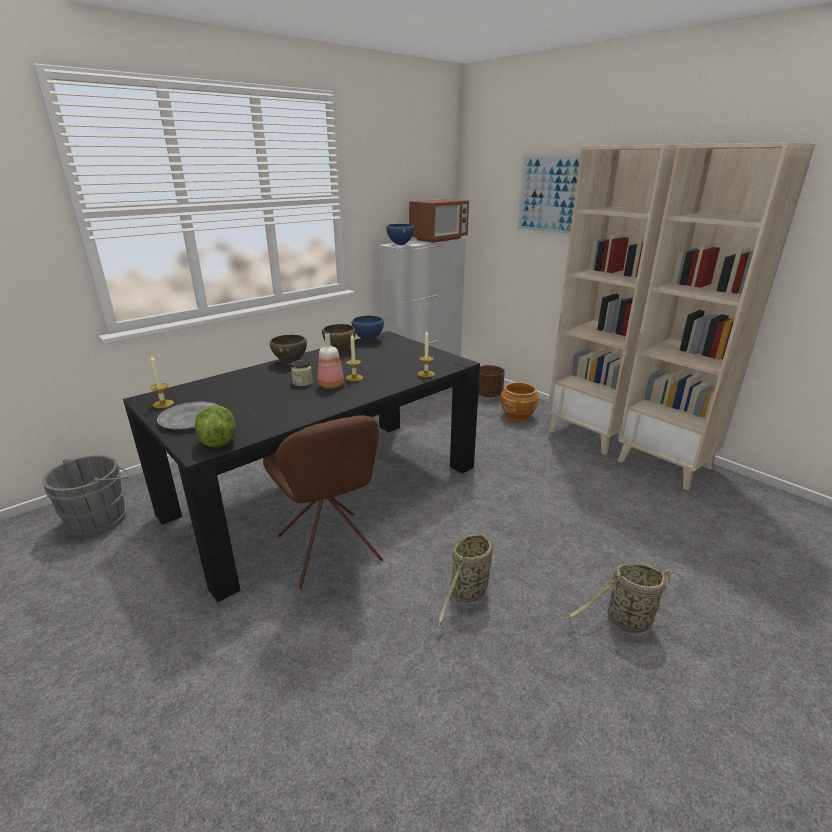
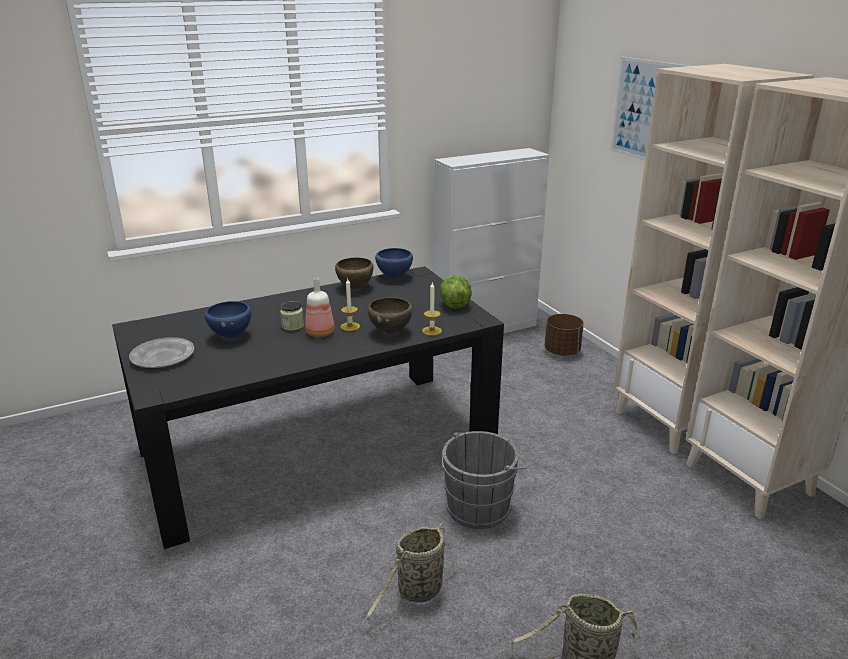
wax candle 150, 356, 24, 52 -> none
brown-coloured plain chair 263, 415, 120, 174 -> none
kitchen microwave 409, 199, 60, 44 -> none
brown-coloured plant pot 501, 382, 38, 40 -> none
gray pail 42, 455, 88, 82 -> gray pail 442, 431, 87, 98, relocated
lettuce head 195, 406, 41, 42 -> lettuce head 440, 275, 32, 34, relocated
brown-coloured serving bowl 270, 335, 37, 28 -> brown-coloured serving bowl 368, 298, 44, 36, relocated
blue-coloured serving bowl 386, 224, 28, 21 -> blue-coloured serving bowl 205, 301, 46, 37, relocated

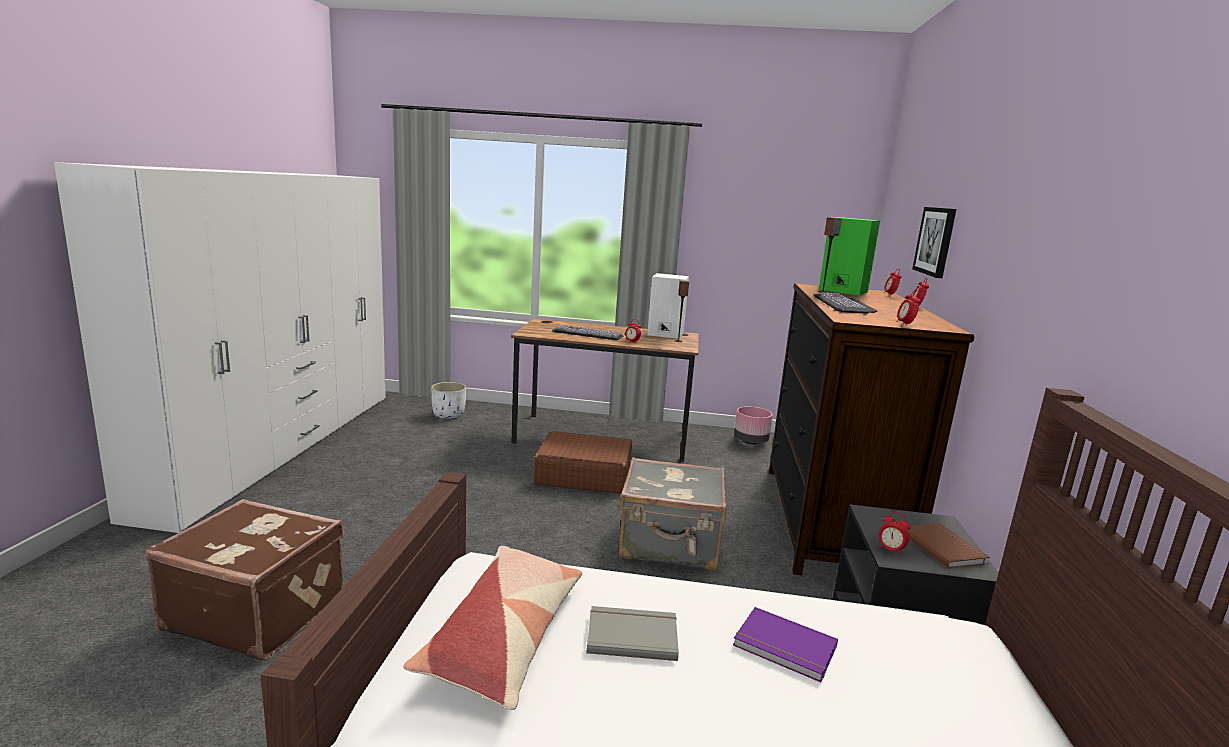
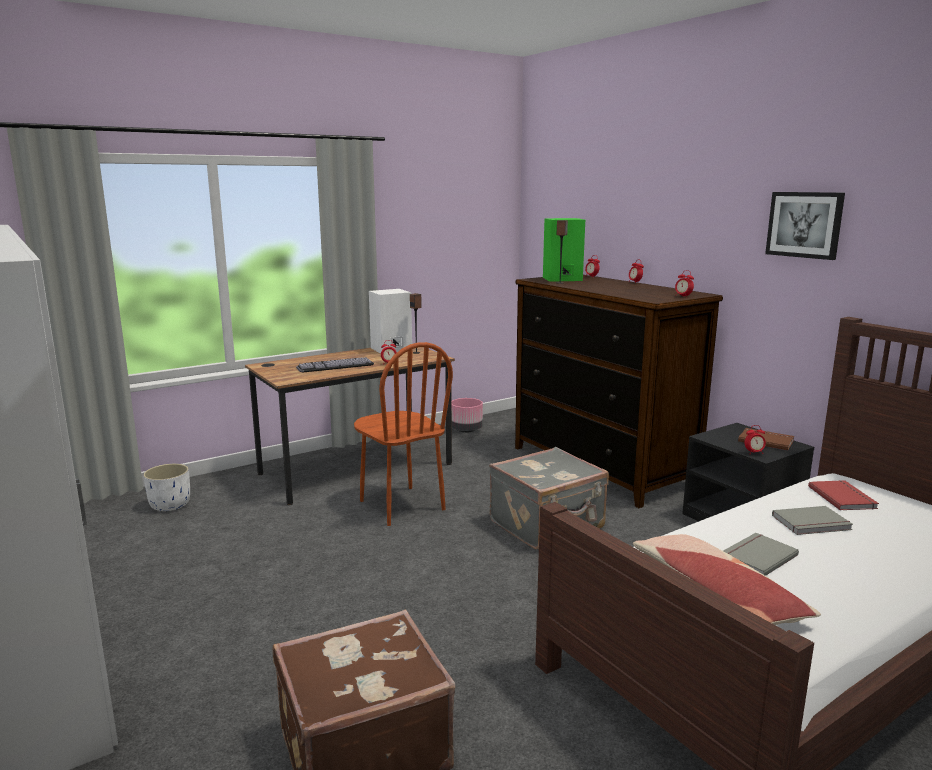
PC keyboard 814, 292, 63, 22 -> none
none -> red bound book 808, 480, 71, 30
picture 912, 207, 44, 71 -> picture 765, 192, 80, 68, relocated
brown-coloured travel case 534, 431, 98, 63 -> brown-coloured plain chair 354, 342, 99, 184
purple-coloured bound book 733, 607, 105, 75 -> gray bound book 772, 506, 81, 29

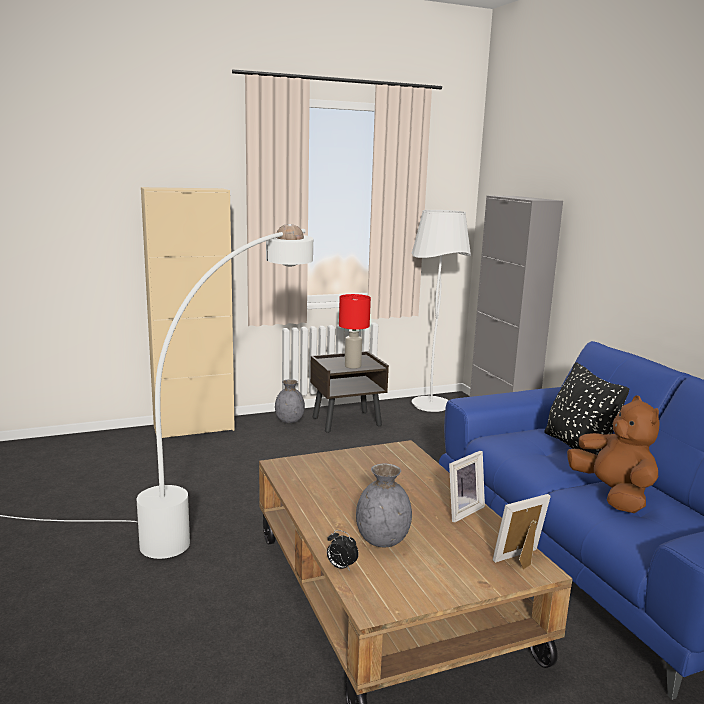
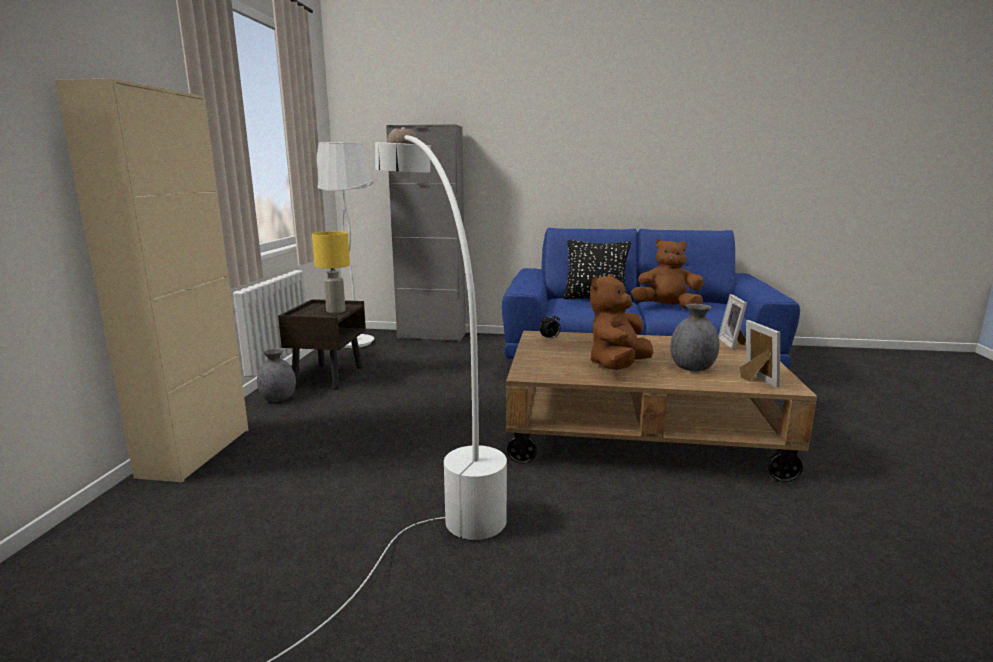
none -> brown-coloured soft toy 590, 274, 63, 96
bedside clock 327, 530, 32, 41 -> bedside clock 540, 312, 20, 28, relocated
standing frame 449, 451, 36, 72 -> standing frame 740, 320, 40, 67, relocated
red tabletop lamp 339, 294, 32, 75 -> yellow tabletop lamp 312, 231, 38, 82

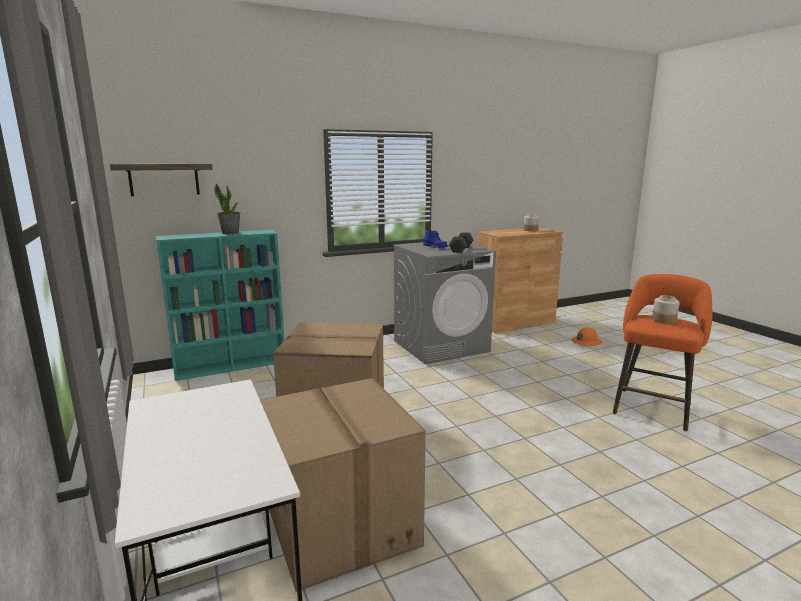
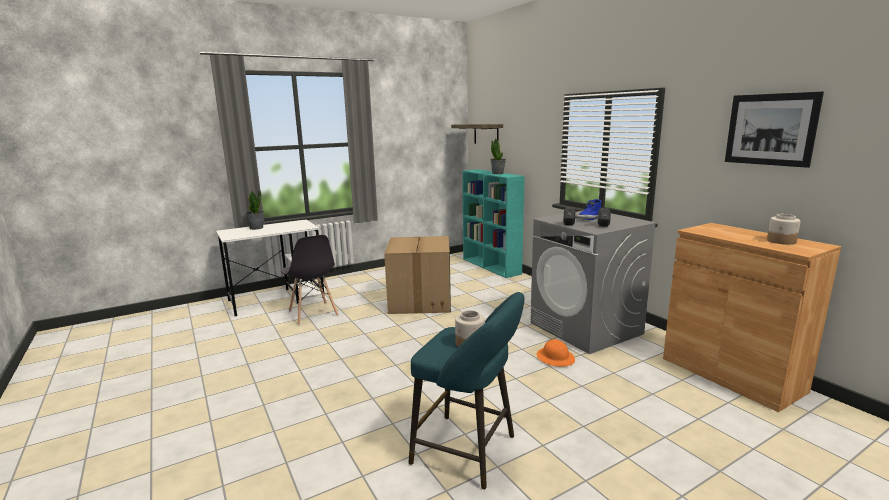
none -> plant in a pot 245, 190, 19, 40
none -> picture 725, 92, 99, 76
orange safety helmet 571, 327, 31, 19 -> orange safety helmet 537, 339, 38, 28, relocated
packing box 260, 378, 166, 214 -> gray plain chair 281, 235, 57, 90
orange stool seat 613, 274, 99, 157 -> blue-green stool seat 409, 292, 115, 198

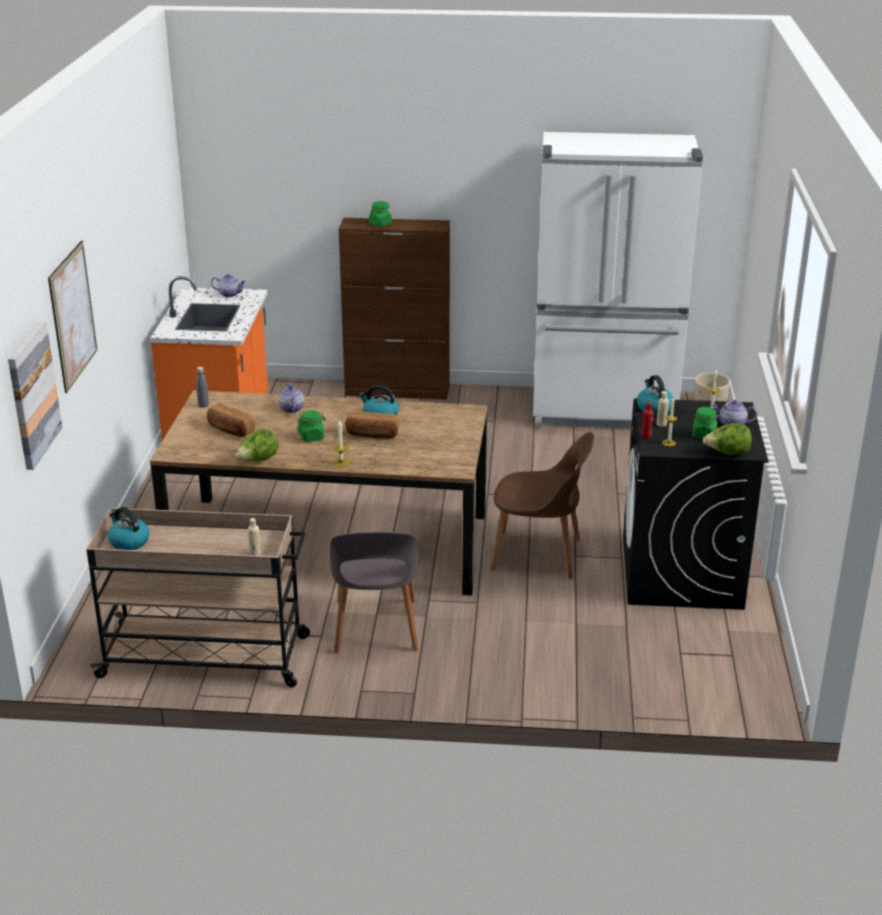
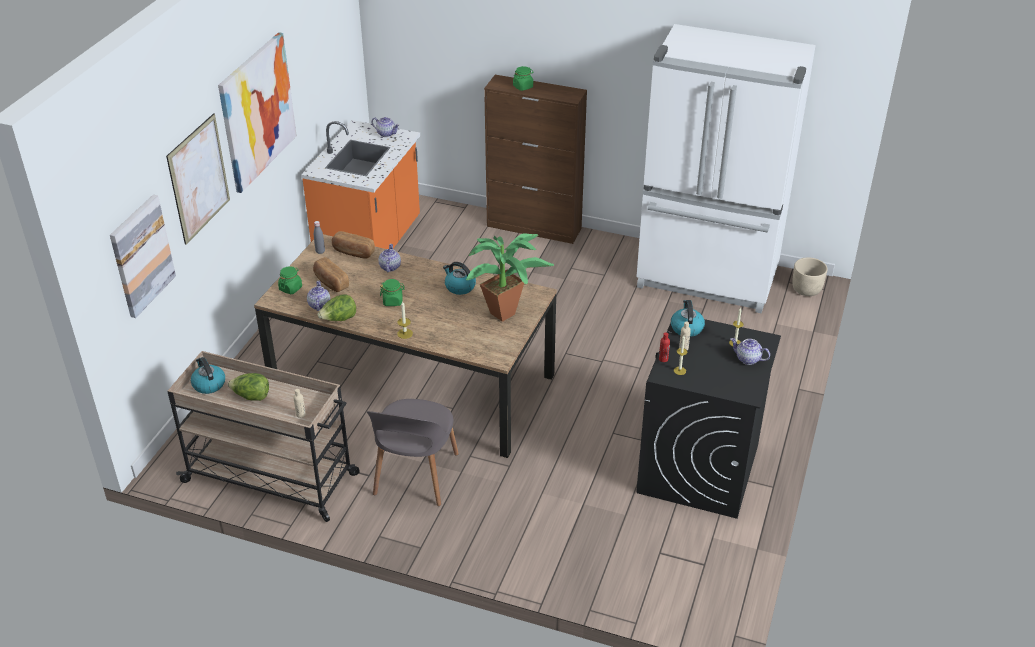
brown-coloured plain chair 490, 432, 104, 147 -> none
none -> picture 218, 32, 79, 161
none -> pot for tea 307, 281, 23, 30
none -> plant in a pot 466, 233, 88, 89
bakery bread 345, 411, 54, 28 -> bakery bread 332, 231, 43, 27, relocated
greenish jar 692, 407, 26, 32 -> greenish jar 278, 266, 24, 28, relocated
lettuce head 703, 423, 49, 32 -> lettuce head 228, 373, 41, 28, relocated

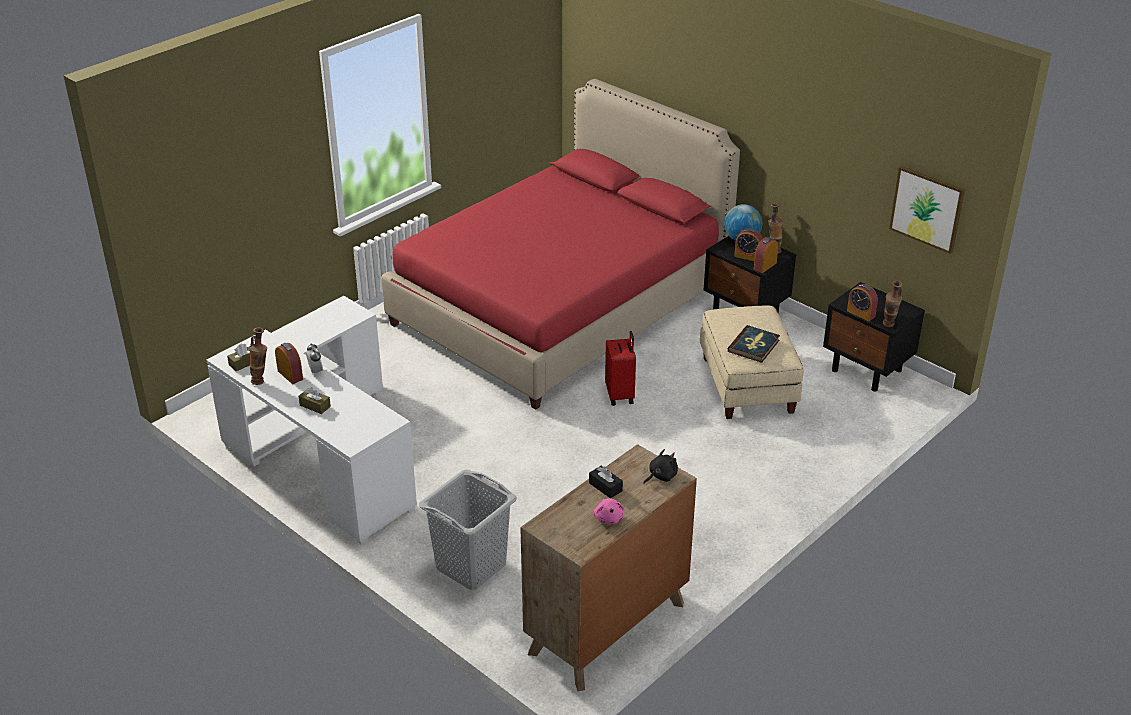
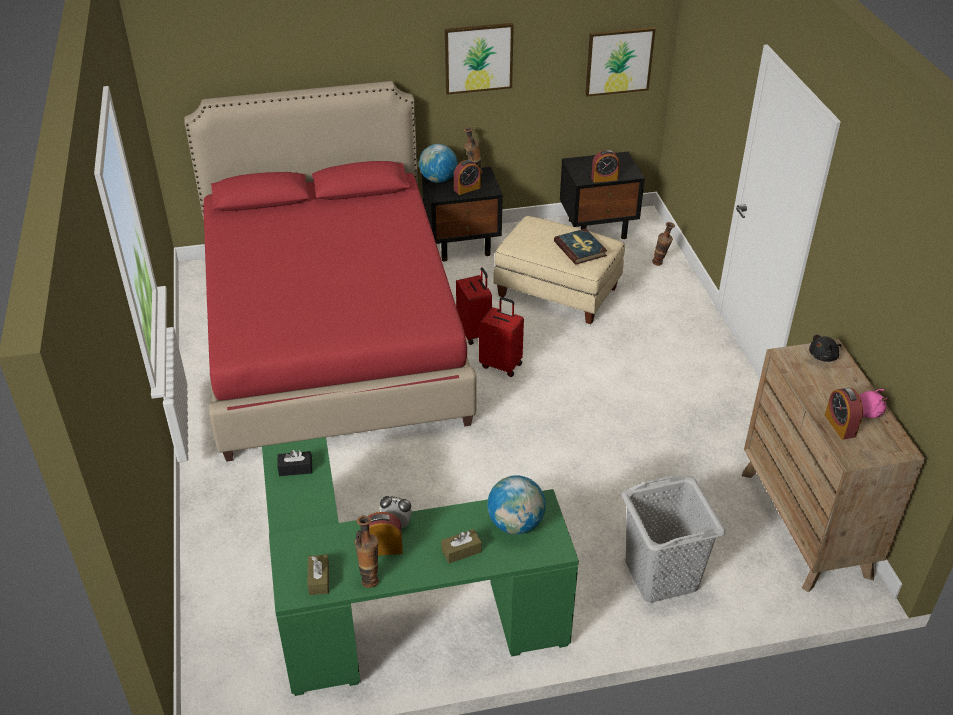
none -> picture 445, 23, 69, 72
none -> red travel case 456, 267, 36, 78
none -> globe 487, 475, 59, 59
black-coloured tissue holder 589, 466, 34, 32 -> black-coloured tissue holder 277, 450, 35, 26, relocated
bedside clock 754, 237, 24, 36 -> bedside clock 825, 387, 38, 53, relocated
vase 883, 280, 20, 47 -> vase 652, 222, 23, 44, relocated
whitish desk unit 206, 296, 211, 249 -> greenish desk unit 262, 437, 317, 259
black-coloured soft toy 643, 449, 35, 35 -> black-coloured soft toy 809, 334, 33, 28, 120 degrees counterclockwise

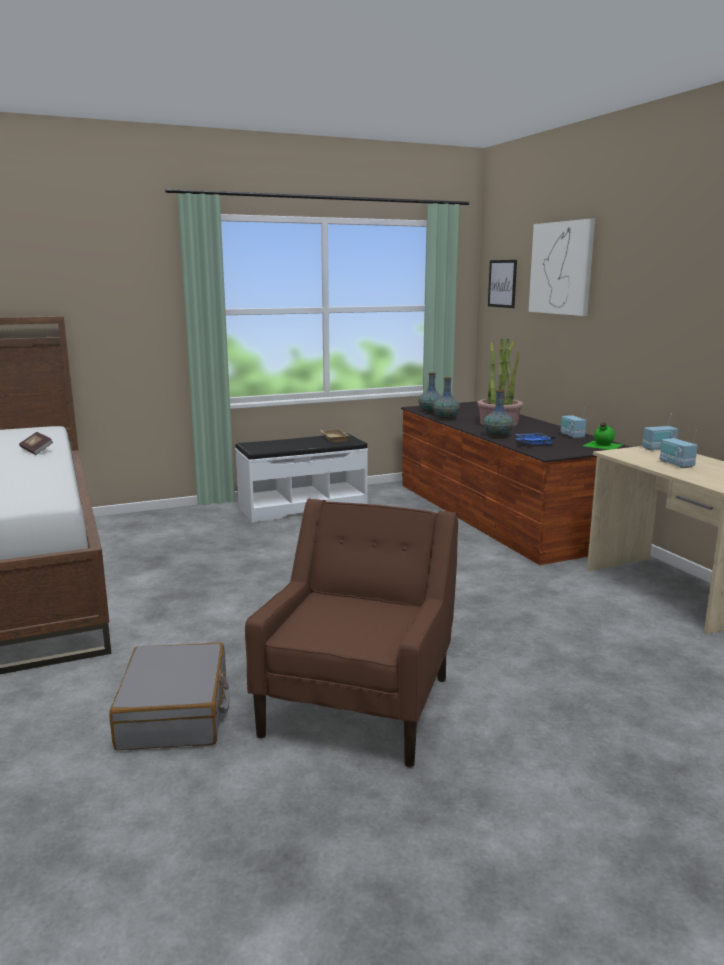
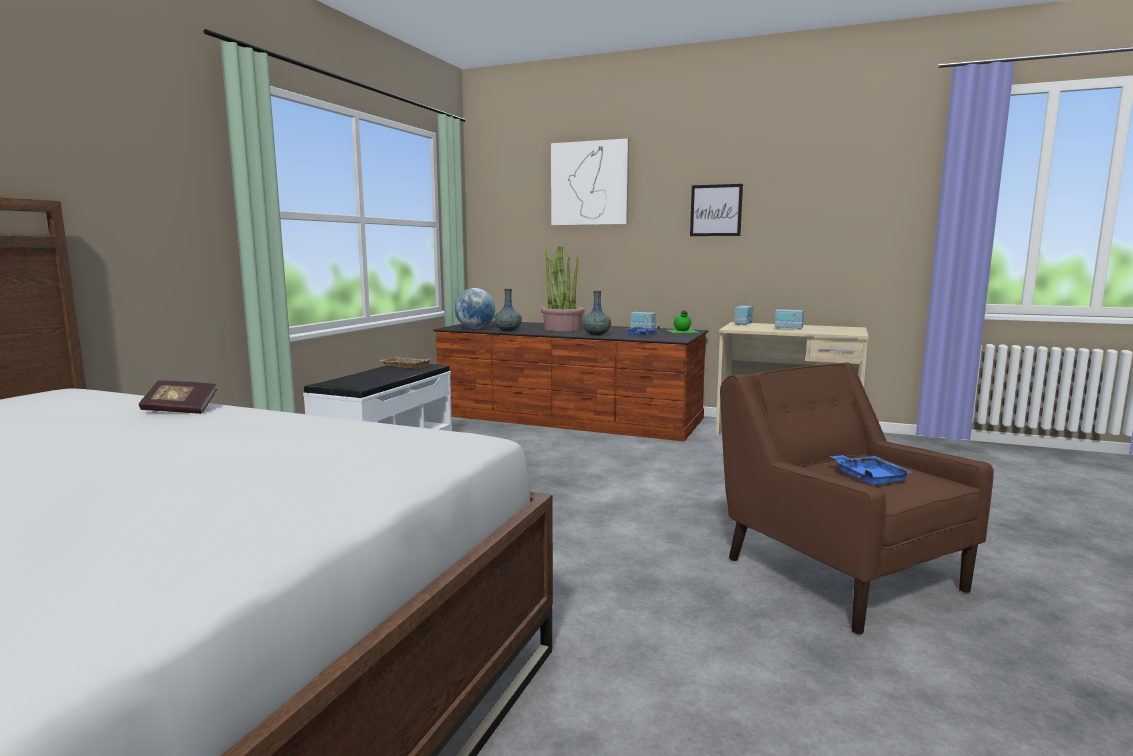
gray travel case 109, 642, 120, 108 -> none
none -> blue-coloured carrying tray 830, 455, 83, 30
picture 488, 260, 29, 48 -> picture 690, 184, 53, 52, relocated
vase 418, 373, 24, 40 -> globe 455, 288, 40, 41

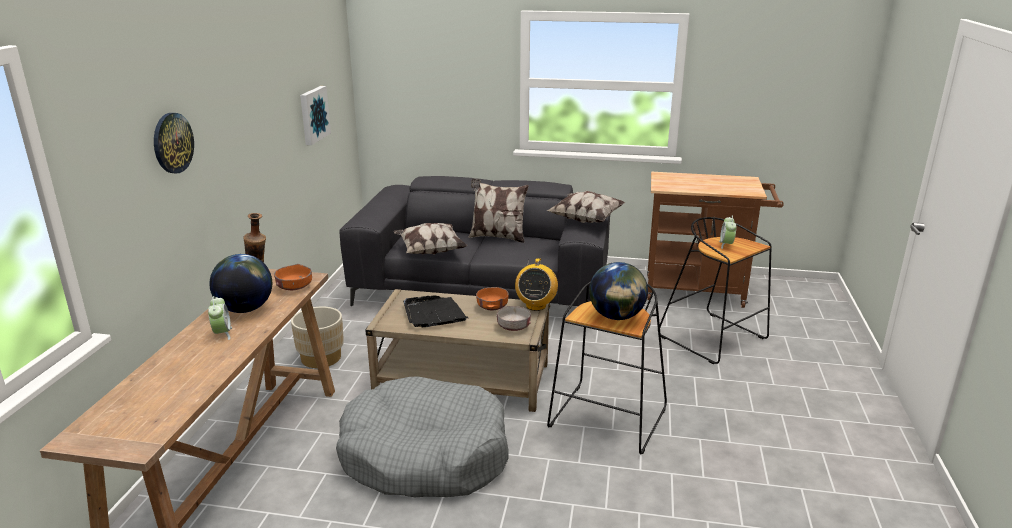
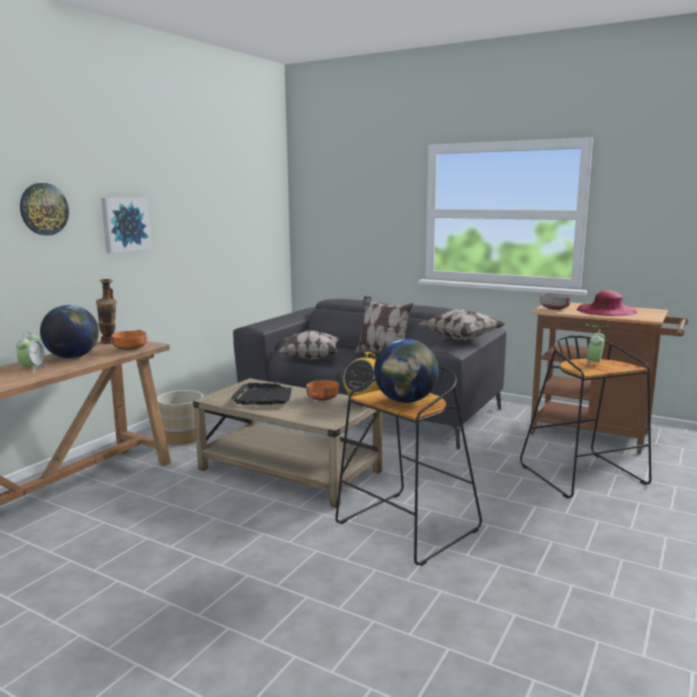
gray dog bed 336, 377, 173, 120 -> none
none -> pinkish hat 576, 290, 62, 26
picture 300, 86, 31, 59 -> picture 101, 197, 51, 56, relocated
gray serving bowl 496, 306, 35, 25 -> gray serving bowl 540, 293, 31, 17, relocated

